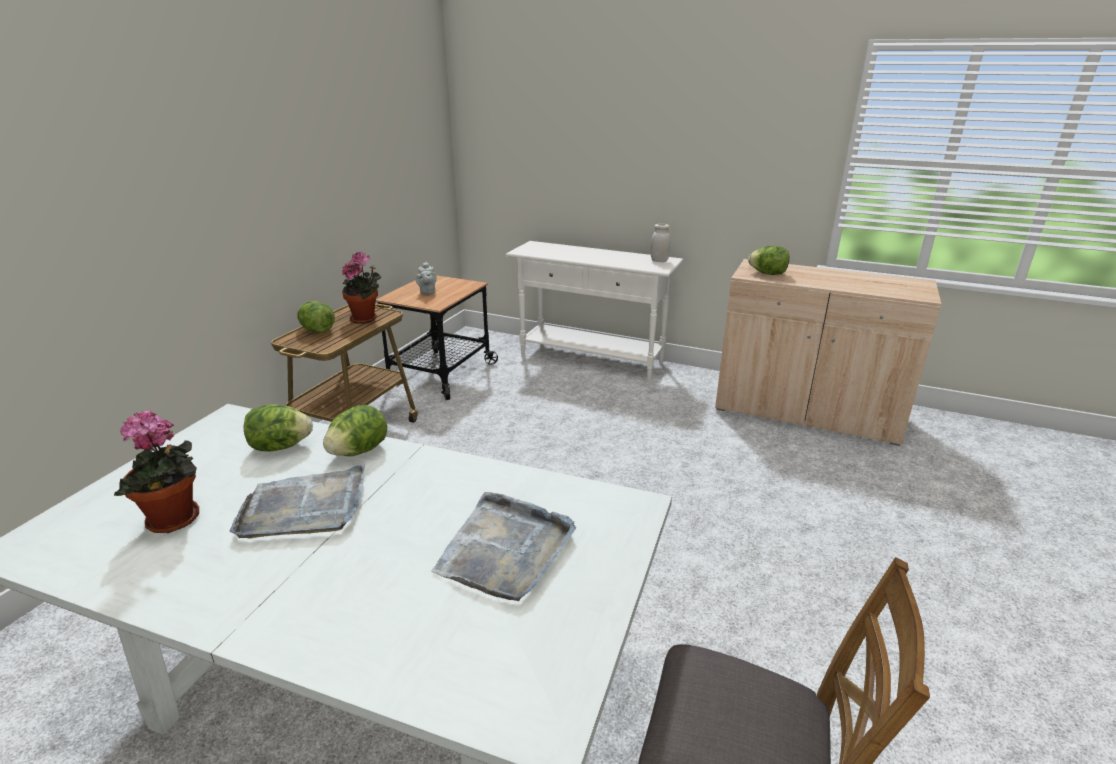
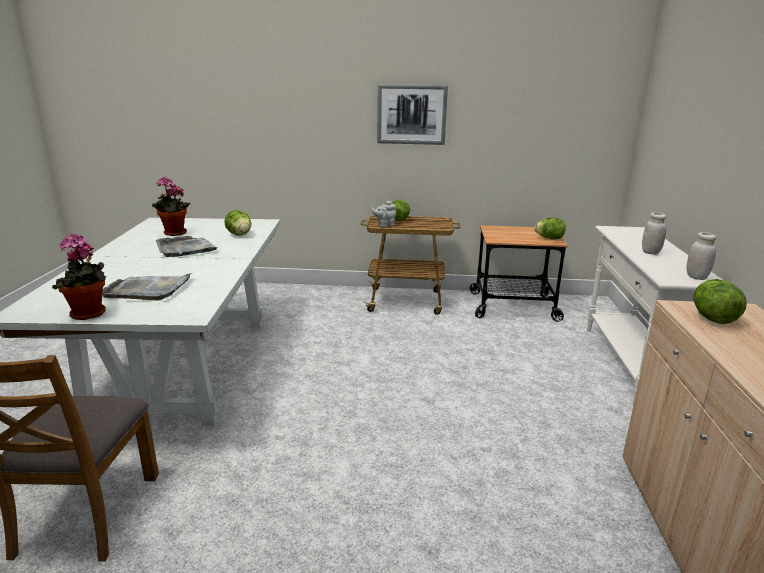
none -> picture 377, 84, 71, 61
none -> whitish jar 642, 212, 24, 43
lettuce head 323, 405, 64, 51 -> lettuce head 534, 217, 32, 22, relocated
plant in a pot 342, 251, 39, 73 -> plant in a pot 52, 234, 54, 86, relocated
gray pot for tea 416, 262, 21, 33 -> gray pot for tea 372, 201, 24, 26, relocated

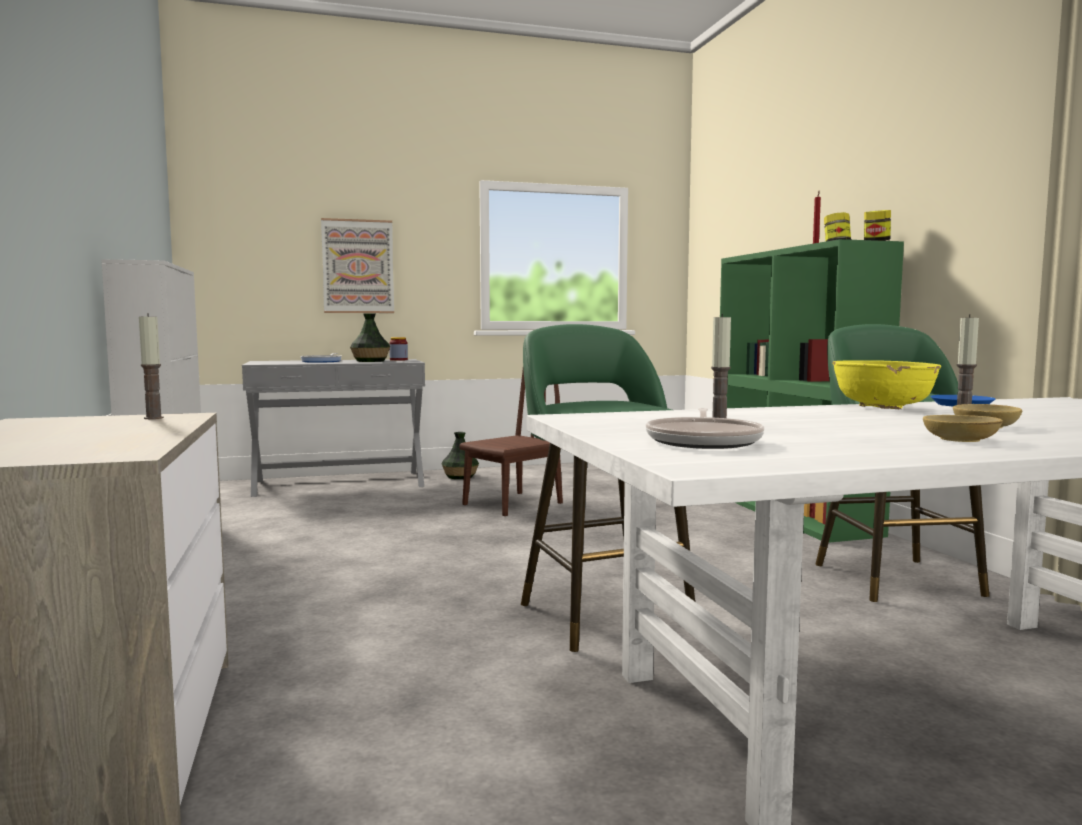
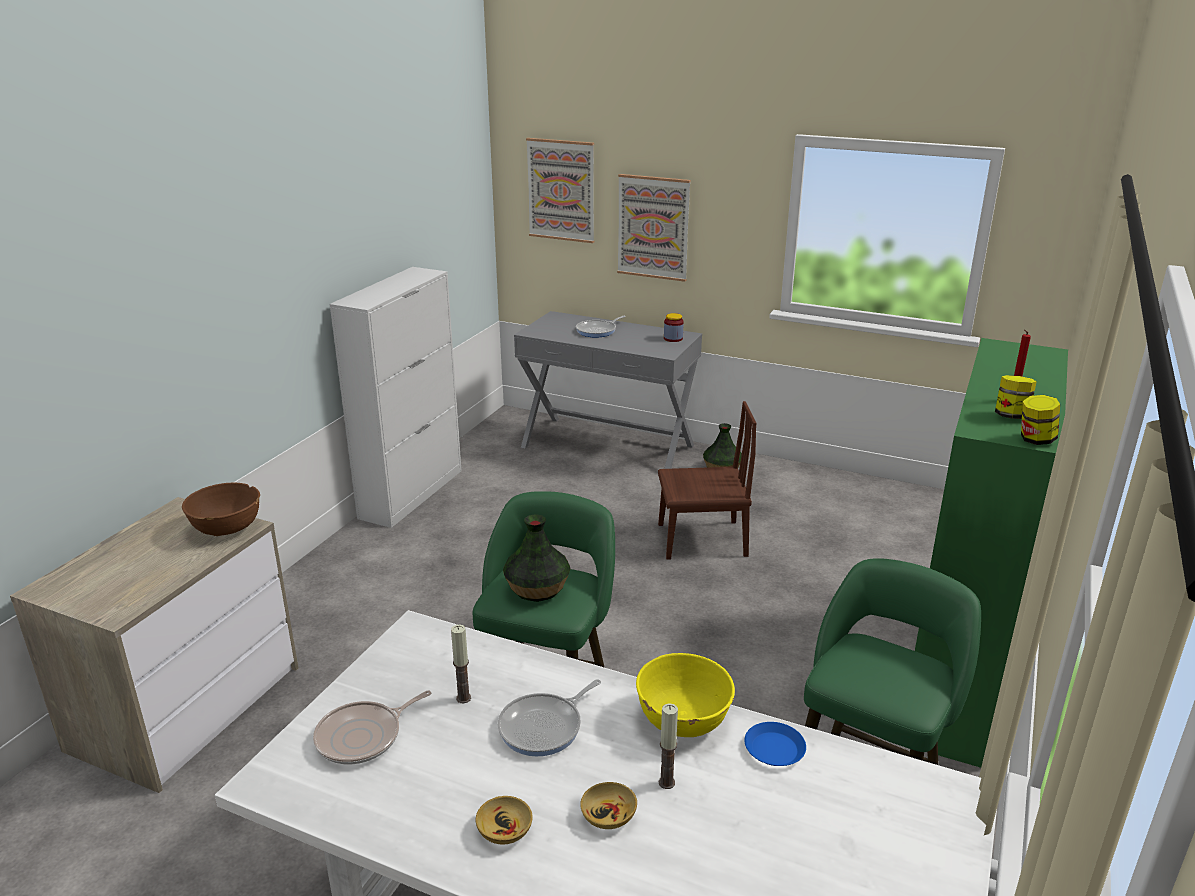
none -> frying pan 498, 679, 103, 78
none -> picture 526, 138, 68, 105
vase 350, 313, 40, 49 -> vase 503, 514, 68, 88, relocated
wax candle 139, 313, 25, 106 -> brown-coloured serving bowl 182, 483, 78, 53

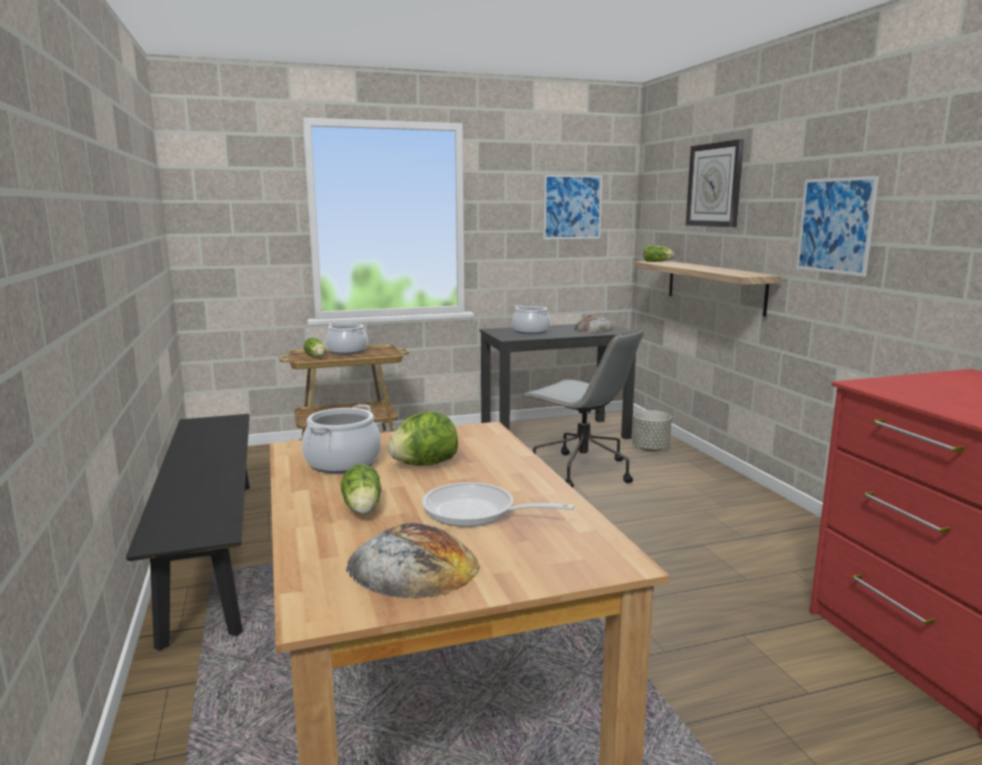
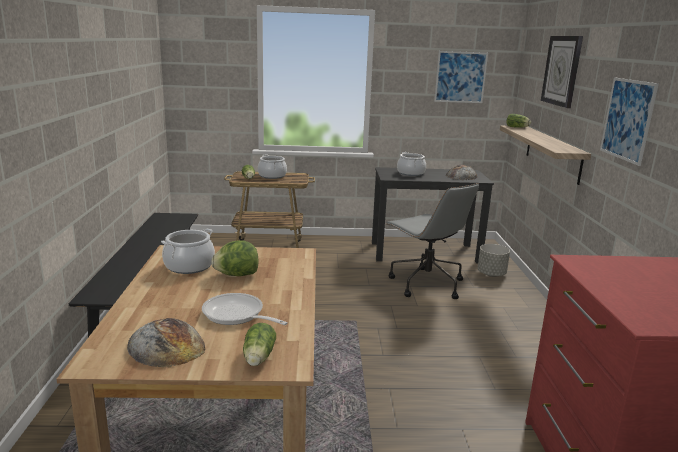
lettuce head 341, 464, 40, 50 -> lettuce head 243, 323, 33, 43, relocated

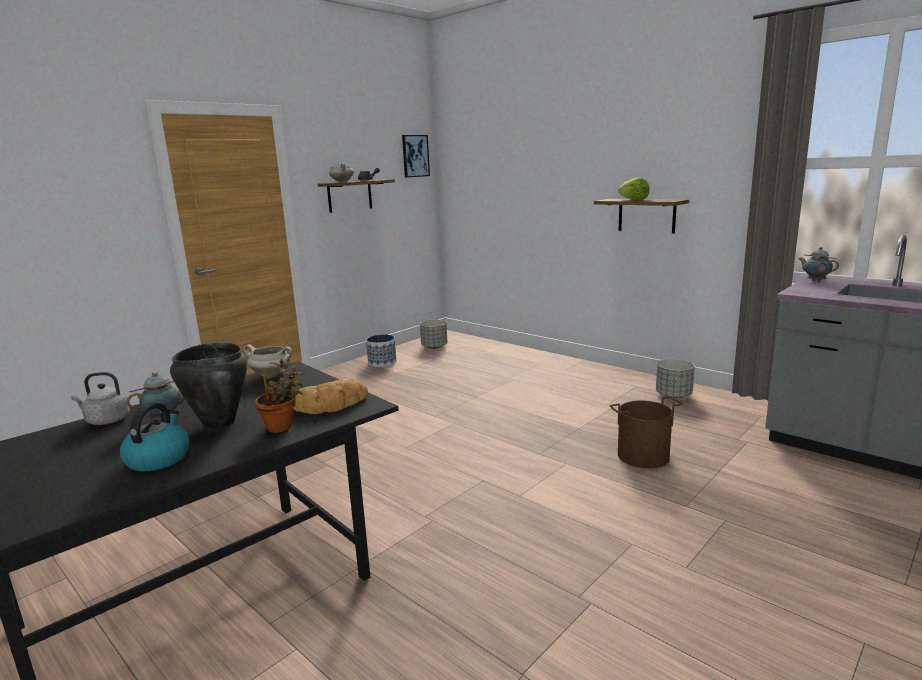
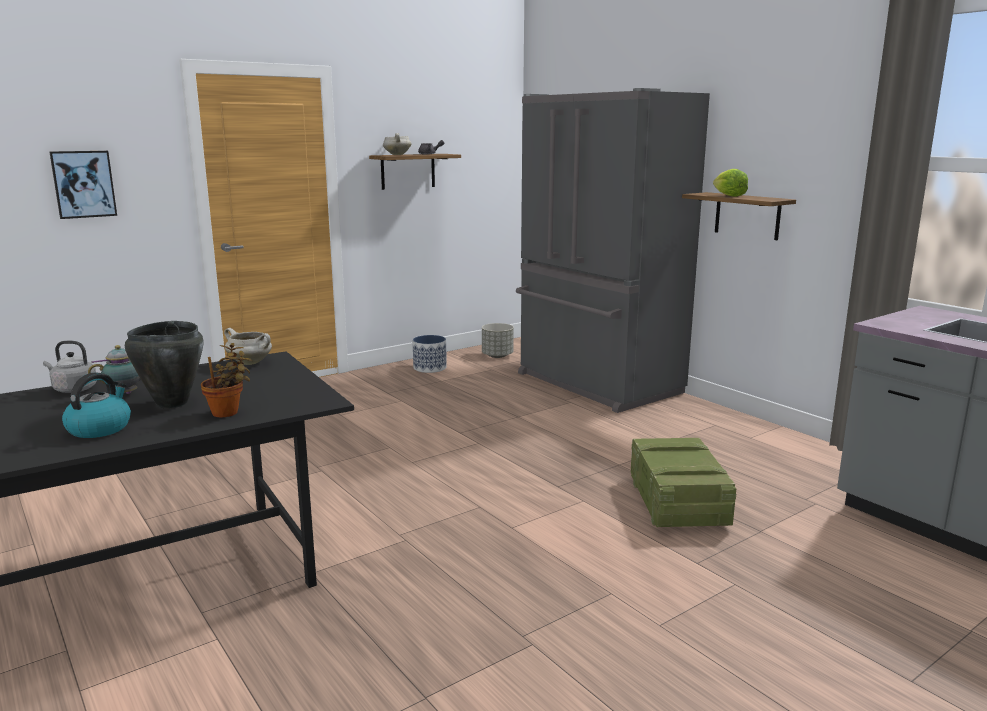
bakery bread 293, 379, 75, 35 -> none
gray plant pot 656, 359, 39, 39 -> none
pot for tea 798, 247, 41, 35 -> none
none -> gray fridge 516, 88, 194, 325
picture 402, 135, 28, 43 -> picture 49, 151, 68, 68, relocated
brown-coloured pail 610, 397, 73, 71 -> packing crate 631, 438, 106, 89

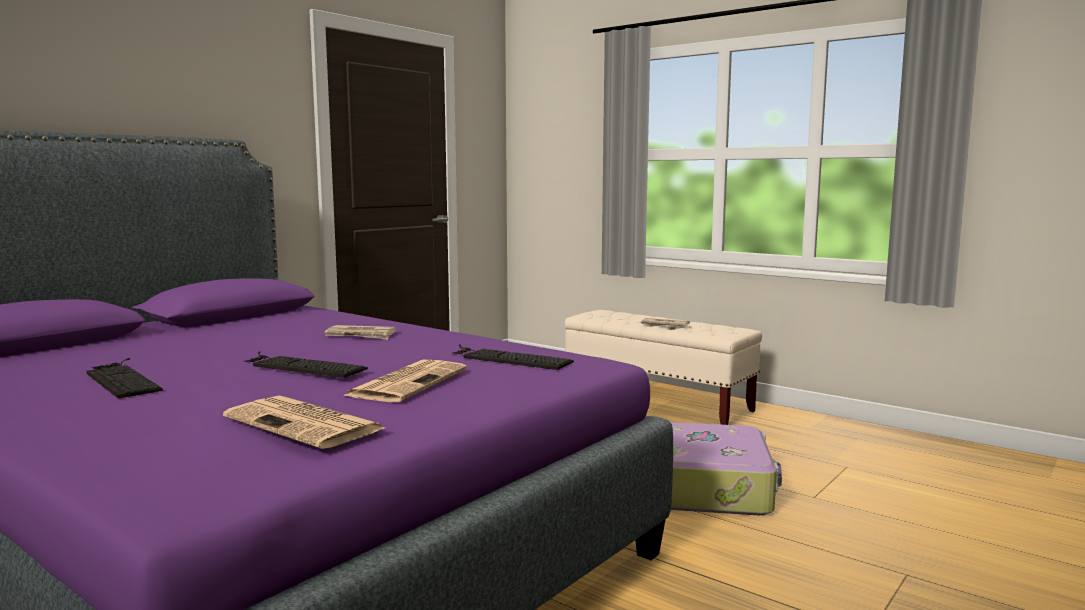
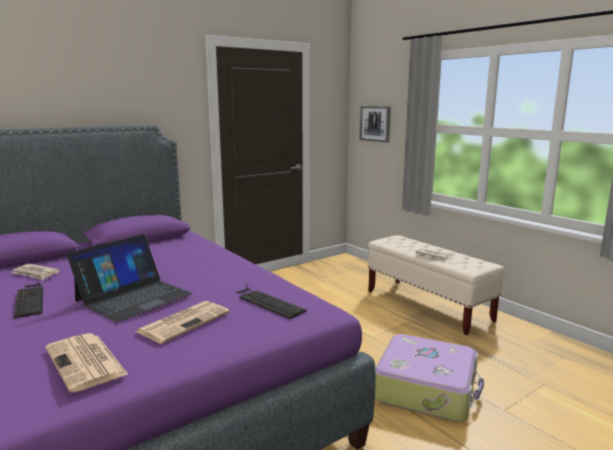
none -> picture 360, 106, 31, 37
newspaper 325, 325, 71, 15 -> newspaper 12, 264, 48, 16, relocated
PC keyboard 244, 351, 124, 27 -> laptop 67, 234, 126, 88

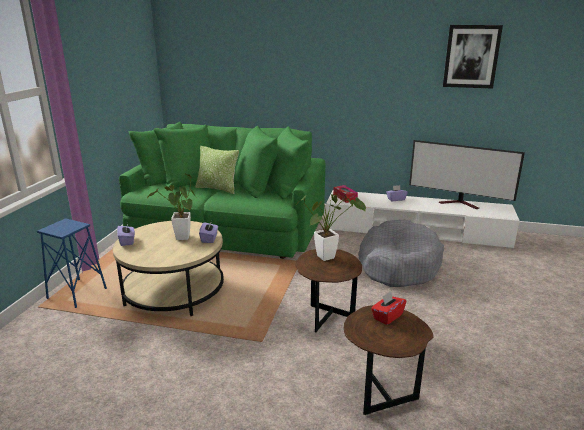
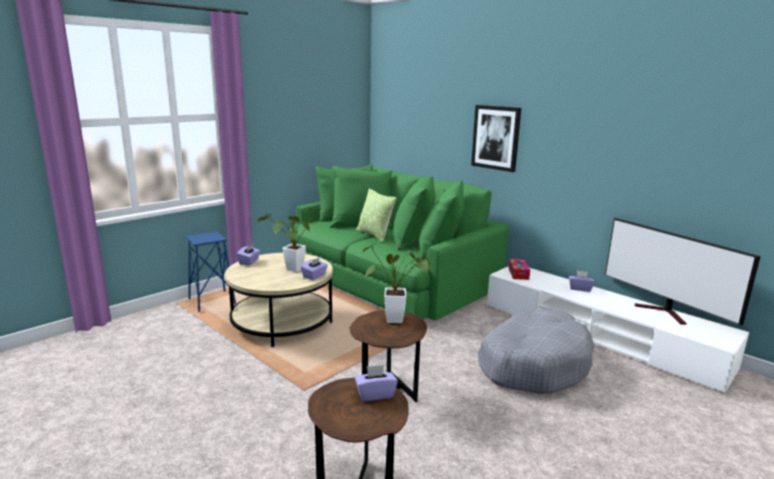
picture 443, 25, 60, 64 -> picture 471, 105, 50, 67, relocated
red tissue holder 371, 291, 36, 34 -> purple-coloured tissue holder 355, 365, 43, 37

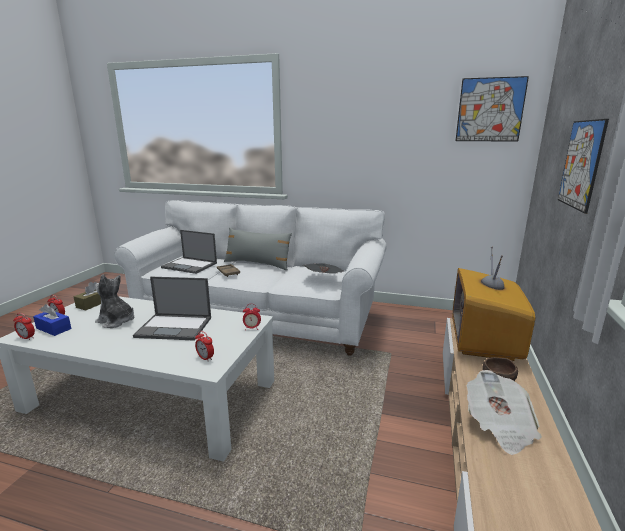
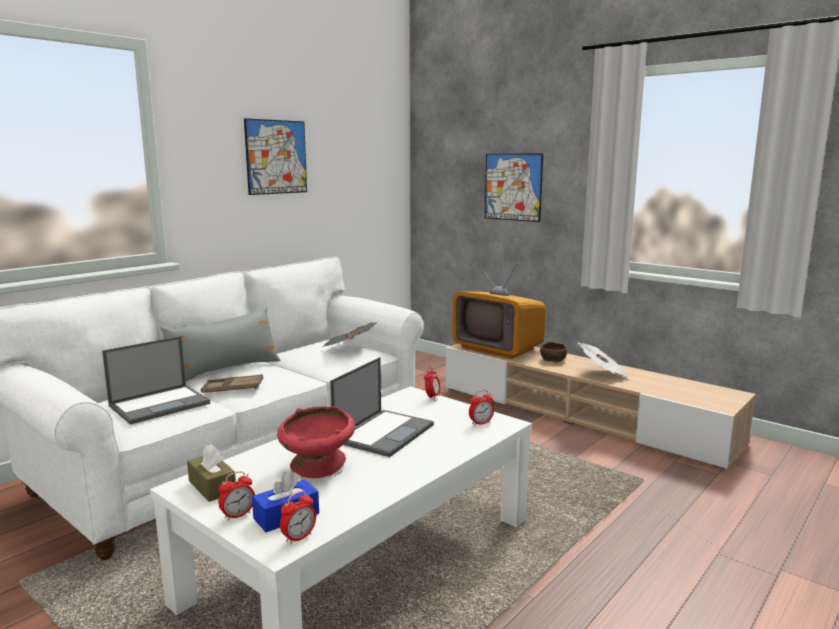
picture 456, 76, 73, 65 -> picture 244, 118, 63, 77, relocated
soft toy 95, 274, 39, 54 -> red serving bowl 277, 406, 78, 72

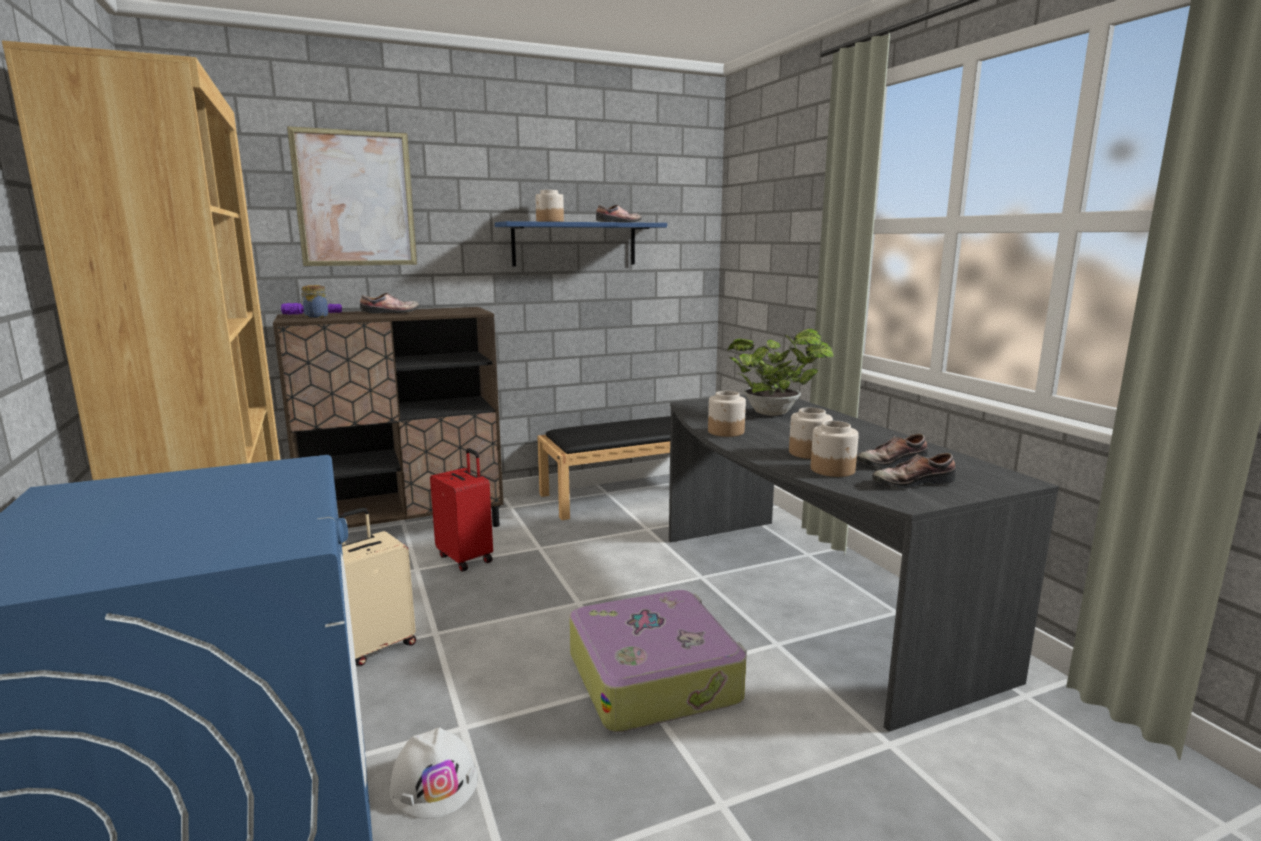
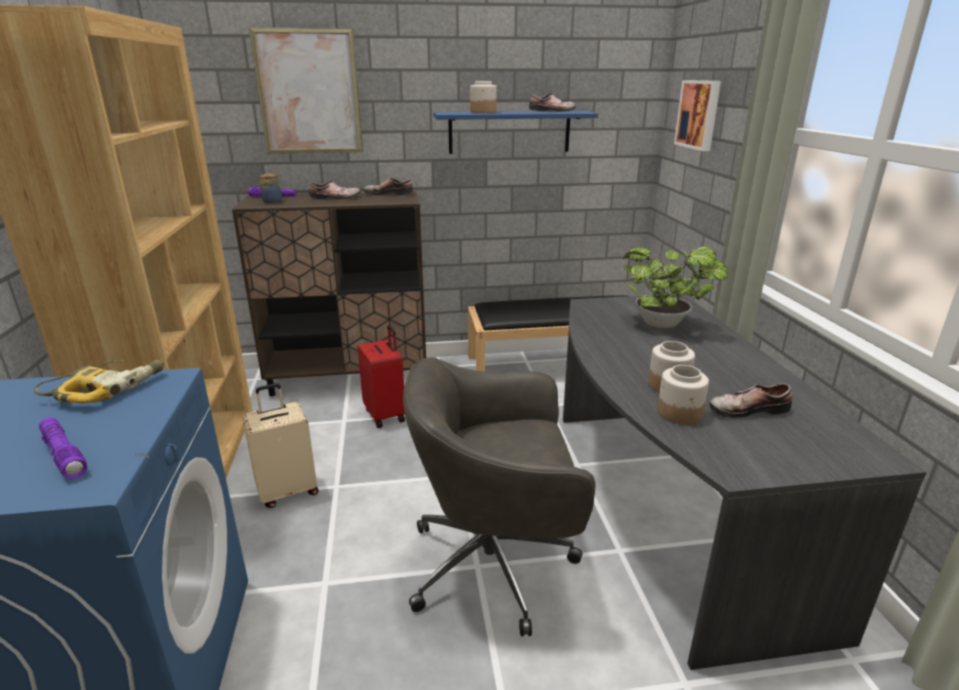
whitish safety helmet 390, 727, 88, 92 -> none
jar 708, 391, 38, 46 -> none
none -> drill 34, 360, 130, 44
none -> purple-coloured flashlight 39, 417, 48, 62
none -> picture 674, 80, 47, 71
item of footwear 872, 453, 84, 36 -> item of footwear 364, 178, 49, 18, relocated
travel case 569, 590, 178, 142 -> gray computer chair 403, 357, 193, 279

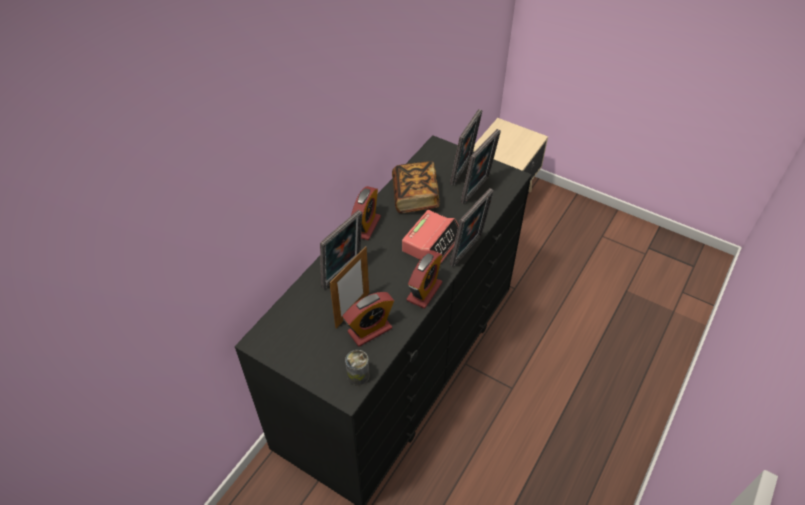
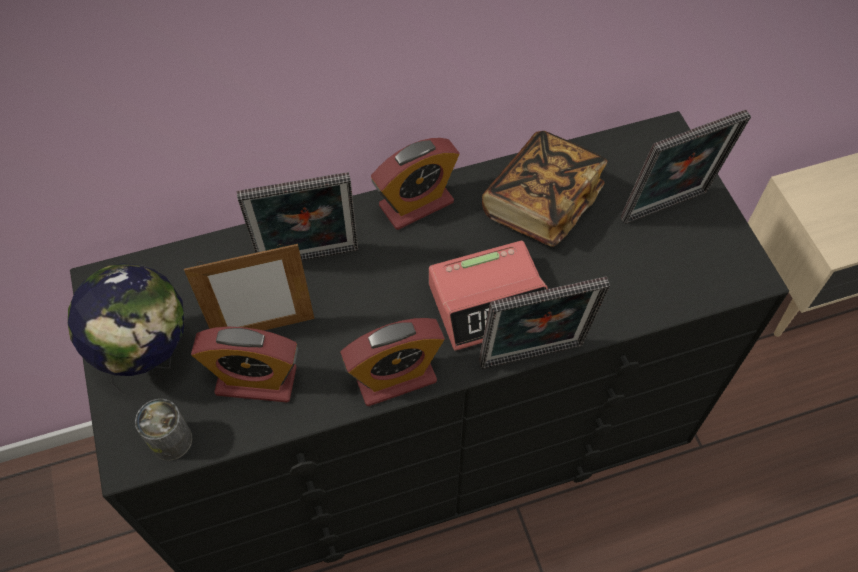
standing frame 461, 129, 40, 75 -> none
none -> globe 68, 263, 117, 133

